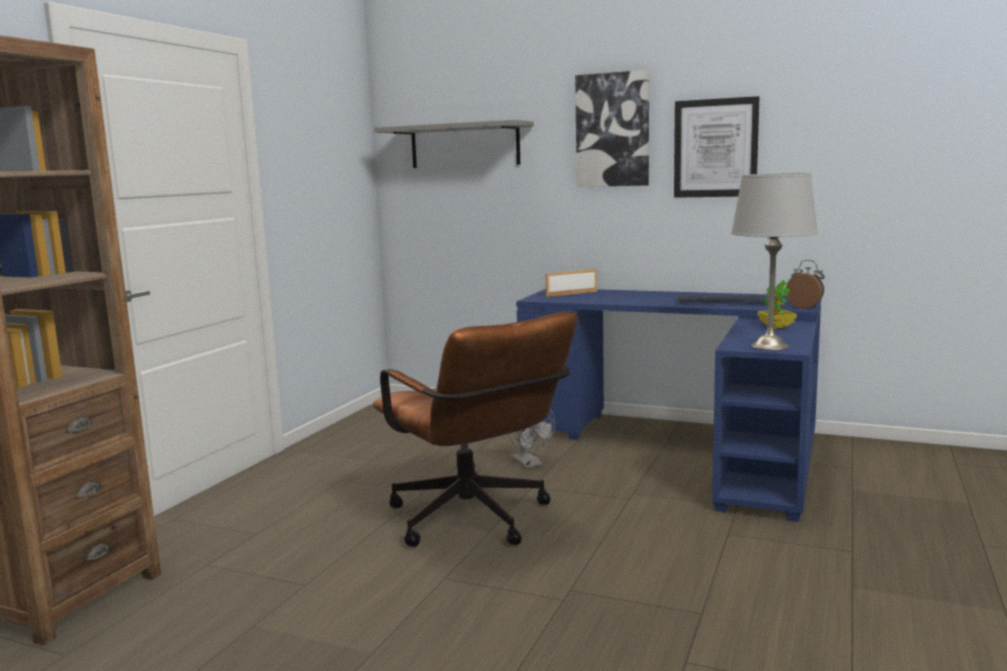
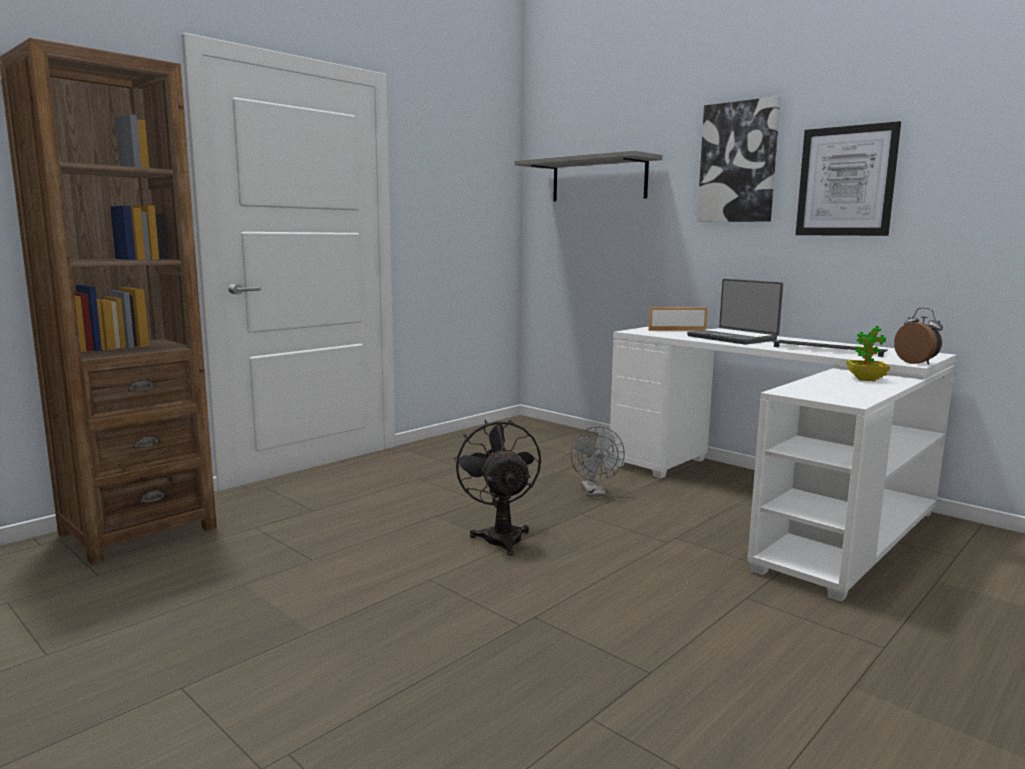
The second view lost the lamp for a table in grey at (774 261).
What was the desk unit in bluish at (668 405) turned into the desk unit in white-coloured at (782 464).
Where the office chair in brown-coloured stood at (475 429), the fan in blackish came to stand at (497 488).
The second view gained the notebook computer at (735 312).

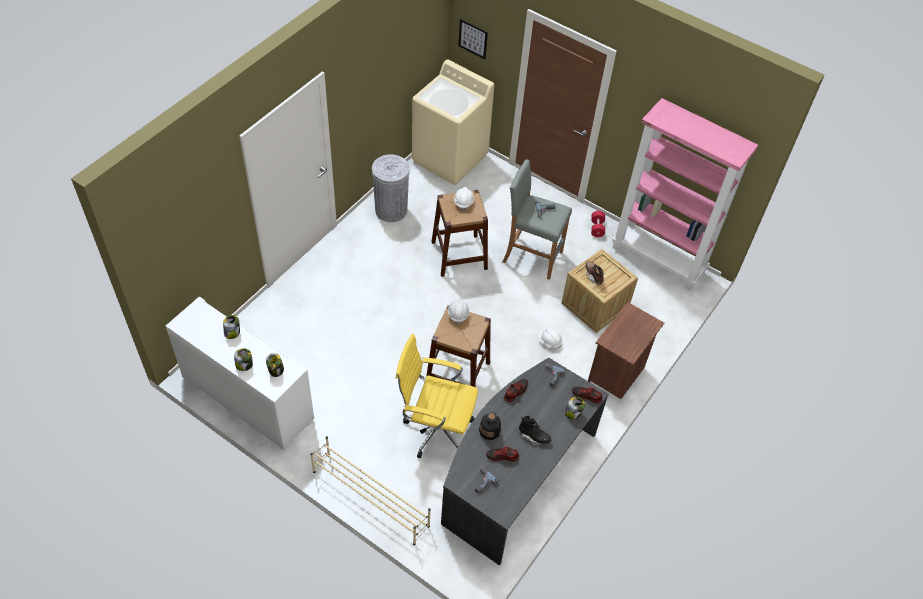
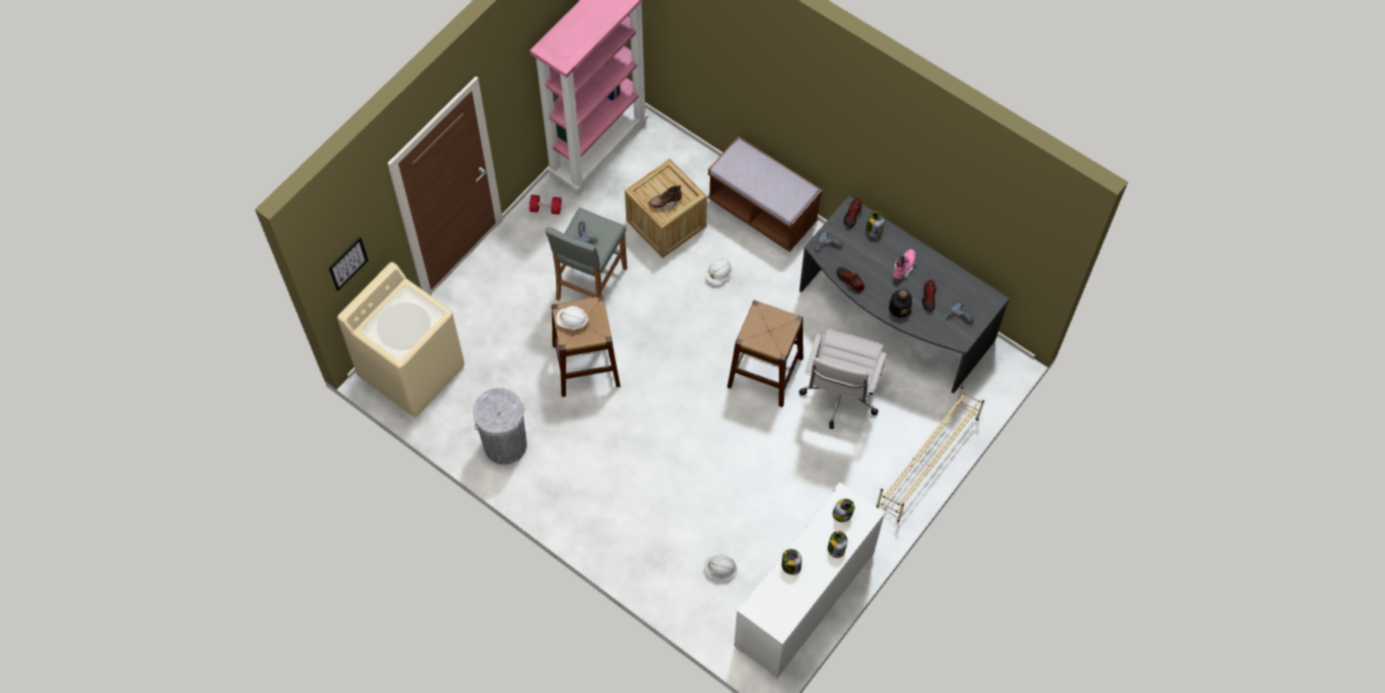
The work helmet in white-coloured ended up elsewhere, having gone from (458 311) to (720 567).
Where the night table in brown-coloured stood at (626 350), the bench in brown-coloured came to stand at (765 194).
What was the office chair in yellowish at (436 396) turned into the office chair in white-coloured at (843 379).
What was the high-top boot in blackish at (535 430) turned into the high-top boot in pink-coloured at (904 264).

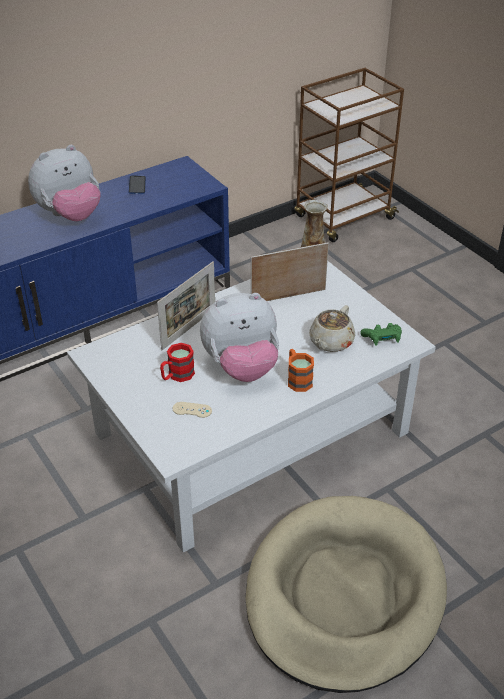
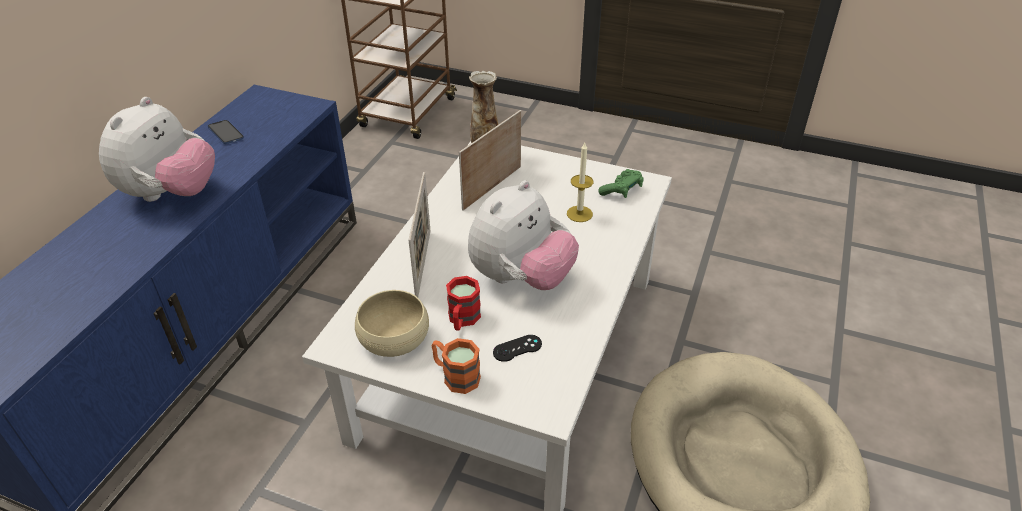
Where the teapot in beige stood at (332 328), the wax candle came to stand at (580 182).
The tea mug in orange ended up elsewhere, having gone from (301 370) to (456 366).
What was the joypad in beige at (192 410) turned into the joypad in blackish at (517 348).
The second view gained the deep dish in beige at (392 323).

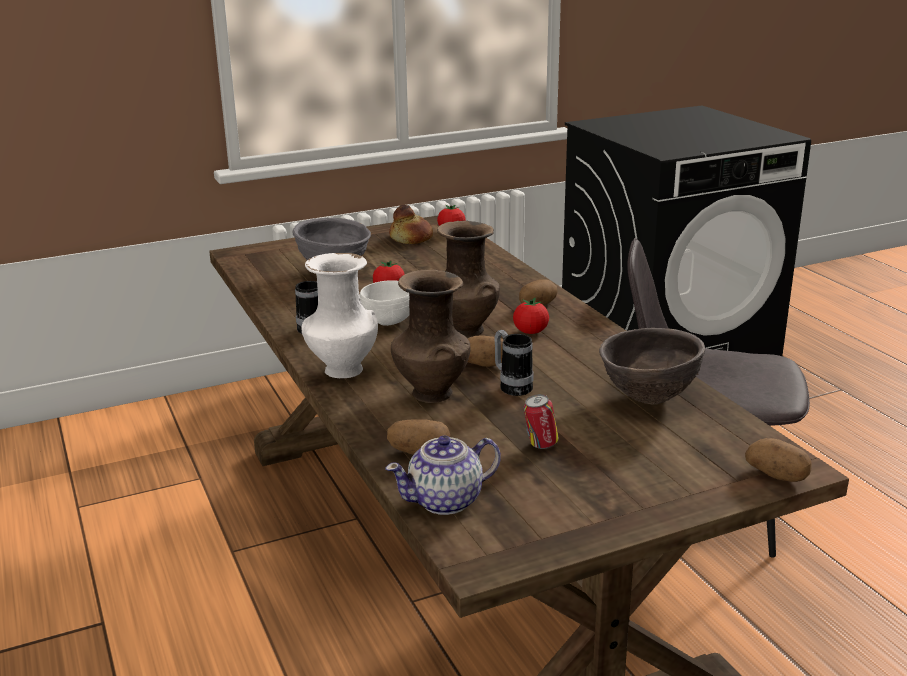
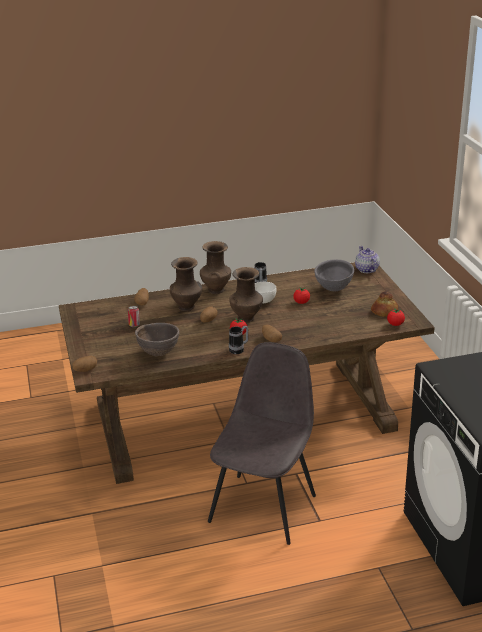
What was the vase in white-coloured at (340 315) turned into the vase in brown-coloured at (215 267).
The tea mug ended up elsewhere, having gone from (514 363) to (238 340).
The teapot ended up elsewhere, having gone from (443 475) to (367 259).

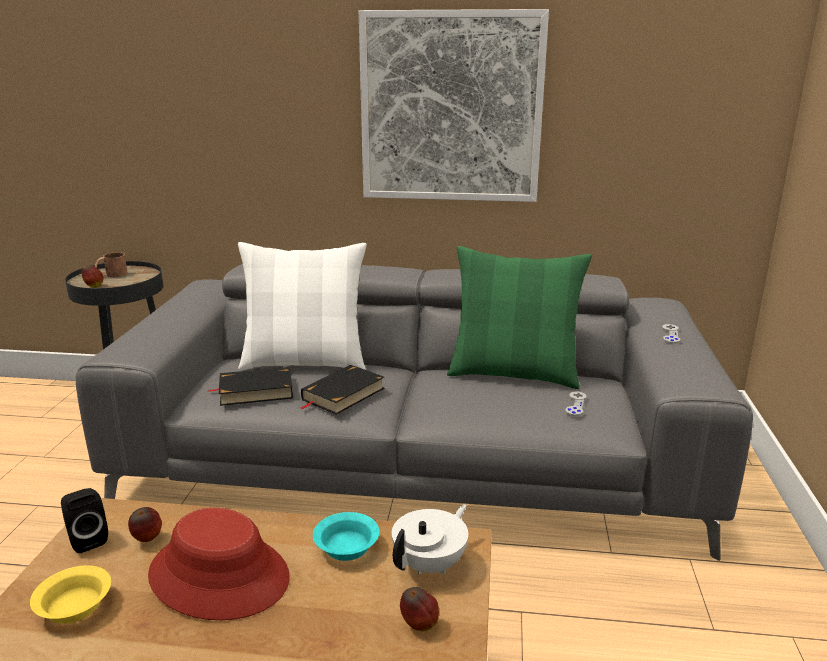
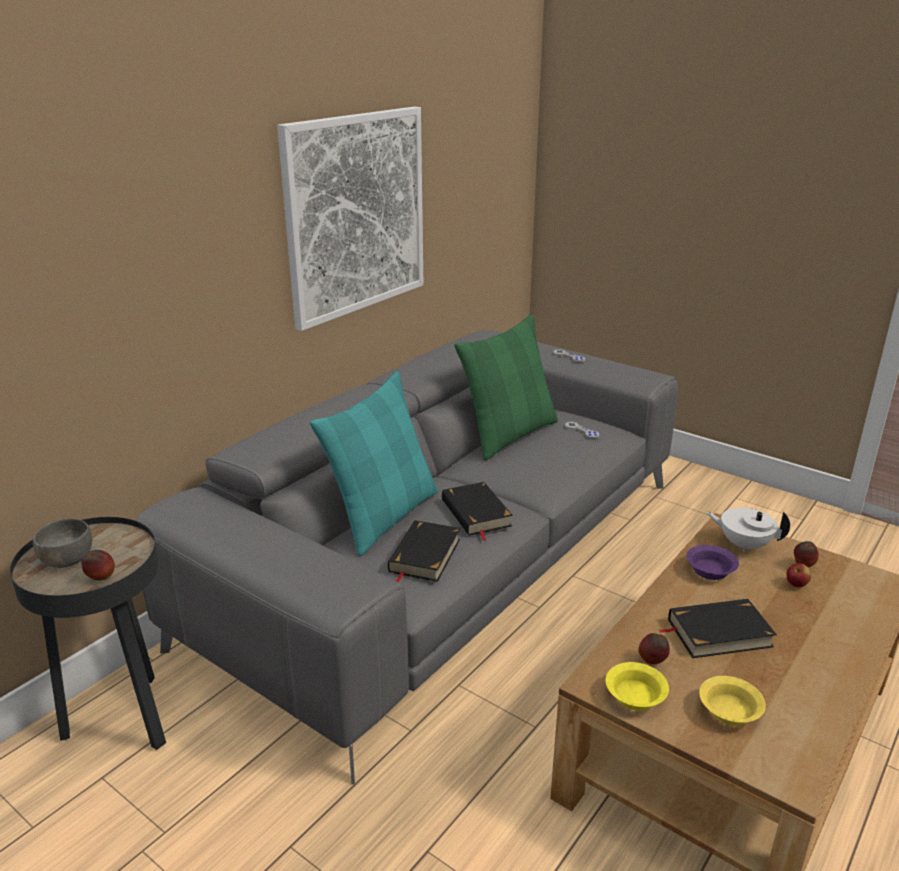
What was the throw pillow in white-coloured at (302 306) turned into the throw pillow in turquoise-coloured at (374 463).
Where the tea mug in brown-coloured stood at (111 264), the deep dish in grey came to stand at (63 543).
Where the speaker in blackish stood at (84 520), the deep dish in yellowish came to stand at (637 686).
The teapot in white-coloured at (430 539) ended up facing another way, 45 degrees counterclockwise from before.
Where the wearable hat in red-coloured stood at (219 564), the volume in blackish came to stand at (718 628).
What was the deep dish in turquoise-coloured at (346 536) turned into the deep dish in purplish at (712 562).
The second view gained the apple fruit at (798 575).

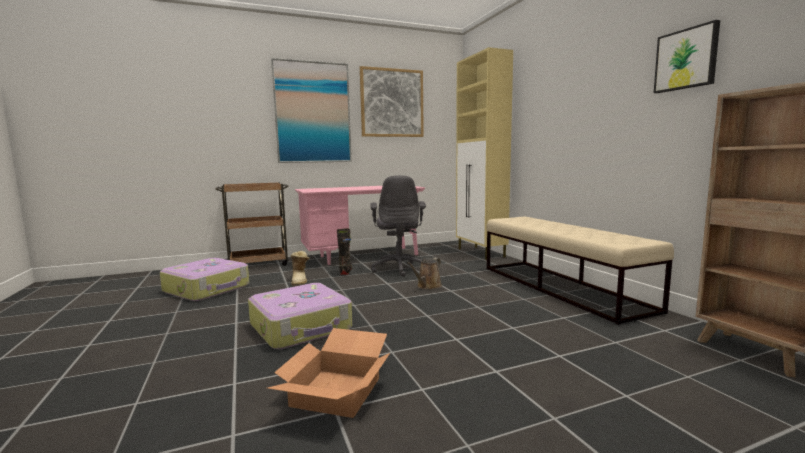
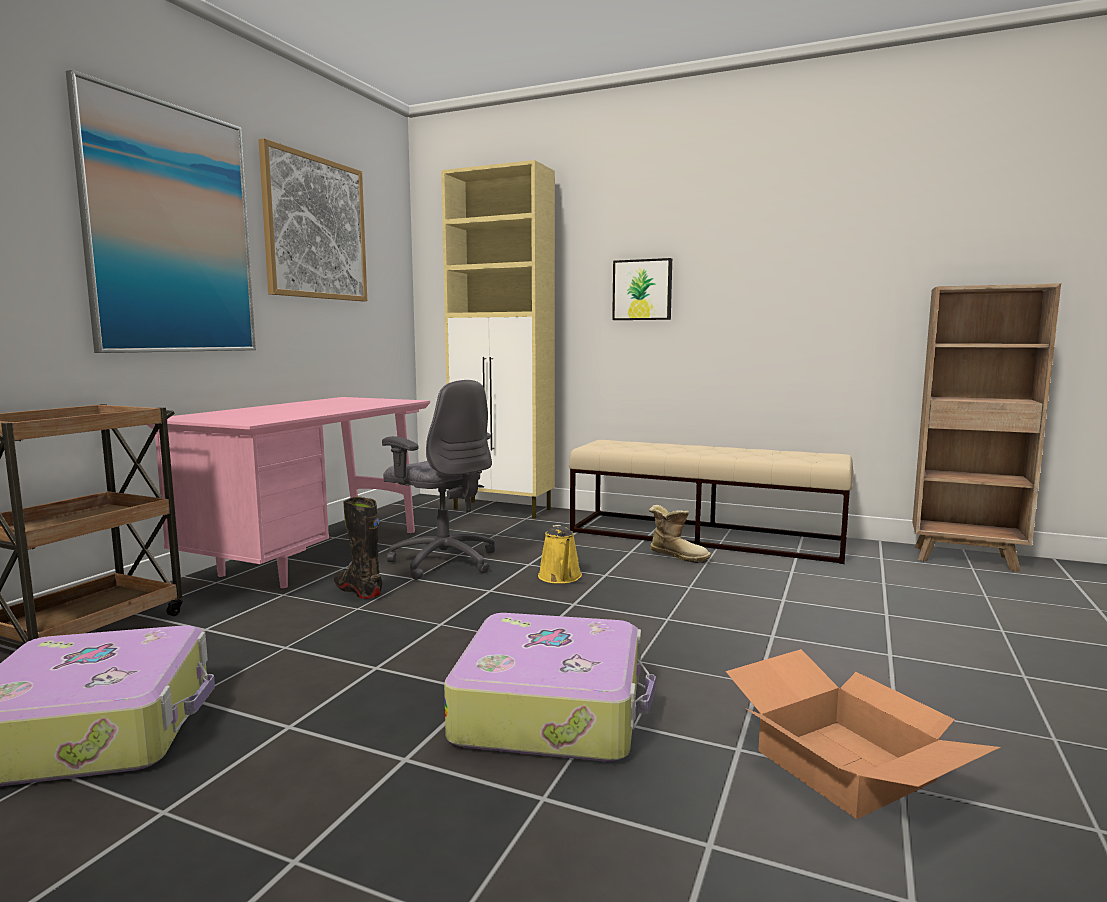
The picture ended up elsewhere, having gone from (687 56) to (642 289).
The high-top boot ended up elsewhere, having gone from (300 269) to (680 534).
What was the sprinkling can in brown-coloured at (424 273) turned into the sprinkling can in yellowish at (560 554).

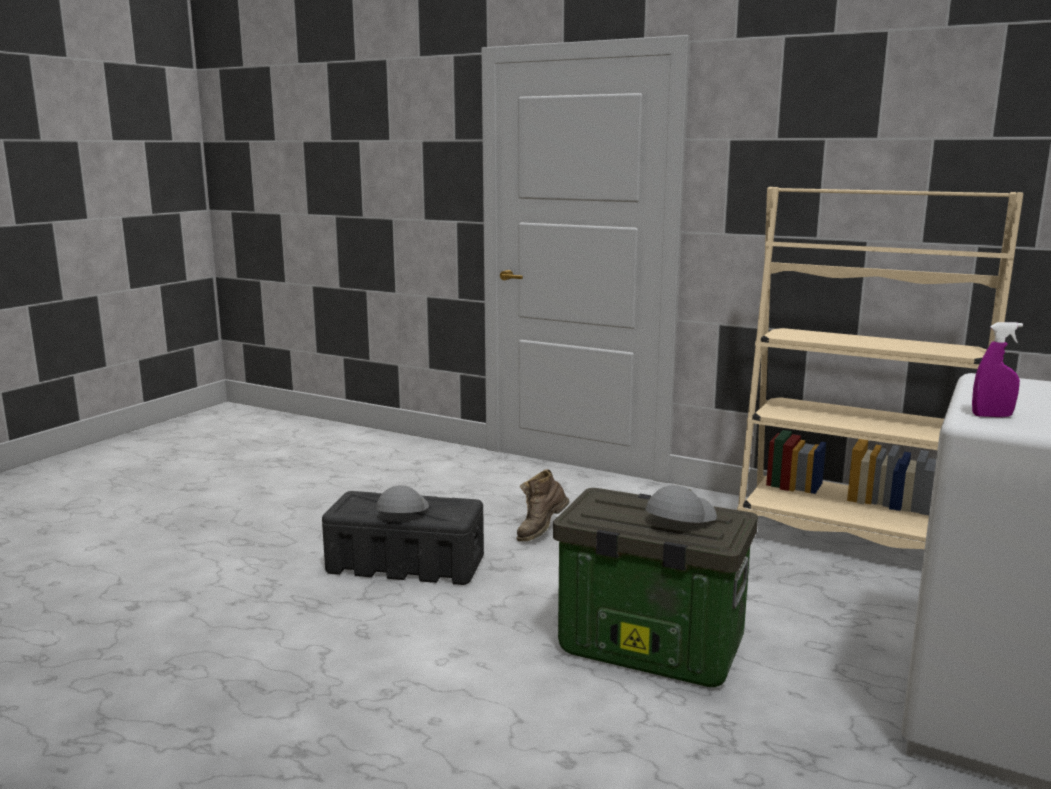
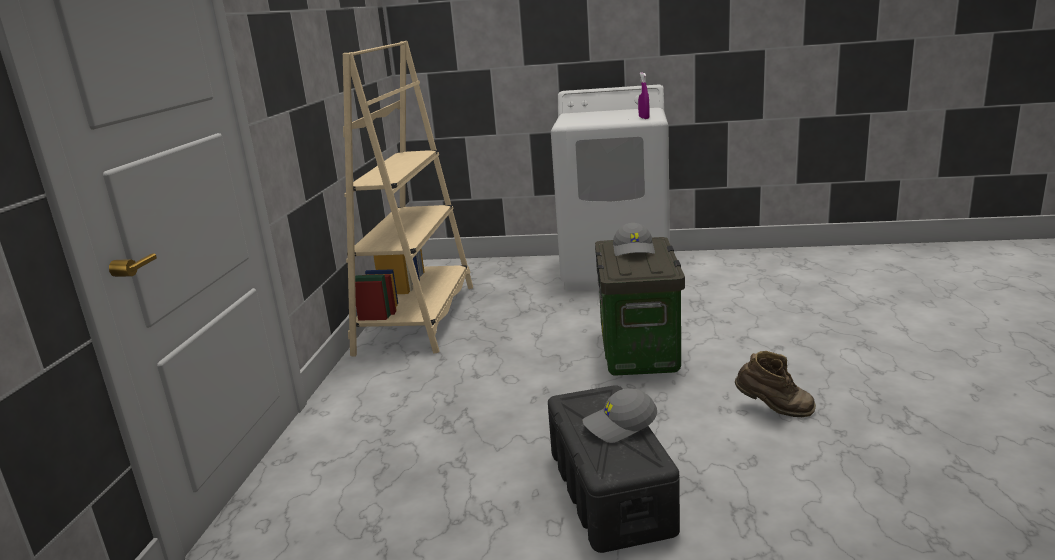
The high-top boot in brown-coloured ended up elsewhere, having gone from (543 505) to (775 384).
The peaked cap in grey at (681 504) ended up facing another way, 105 degrees counterclockwise from before.

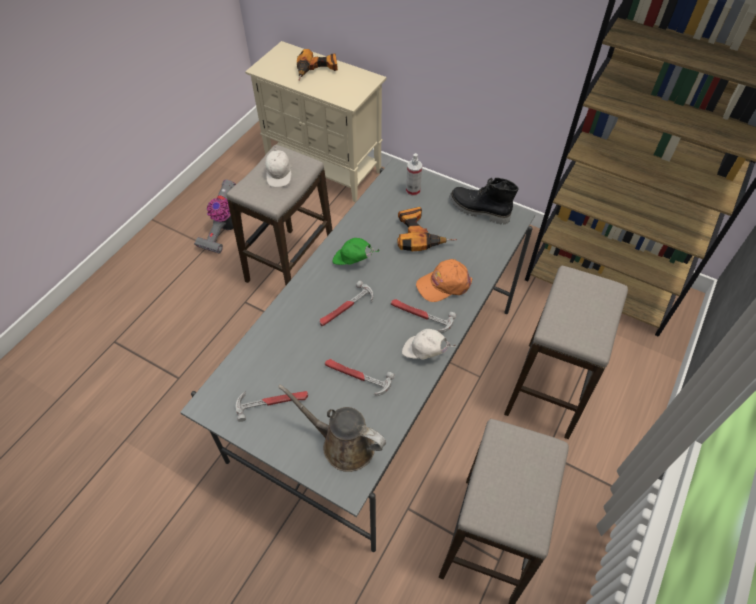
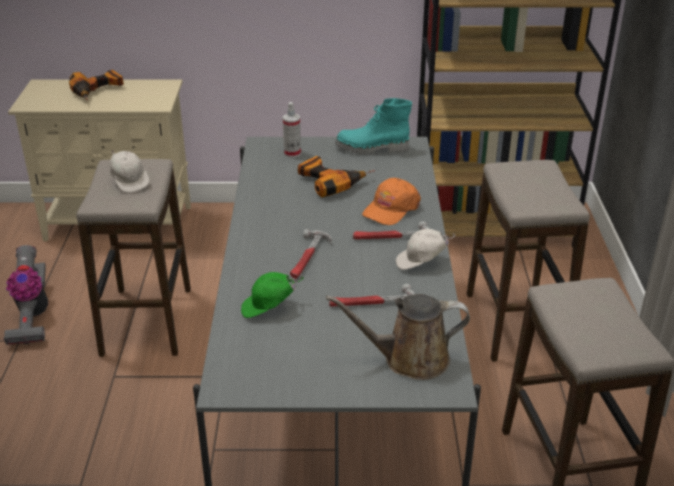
What was the high-top boot in blackish at (484 201) turned into the high-top boot in turquoise-coloured at (373 126).
The peaked cap in green ended up elsewhere, having gone from (356 251) to (272 295).
The second view lost the hammer at (272 406).

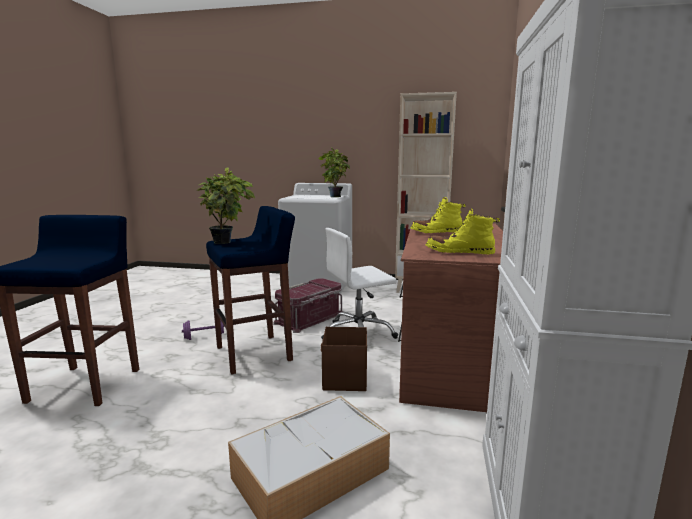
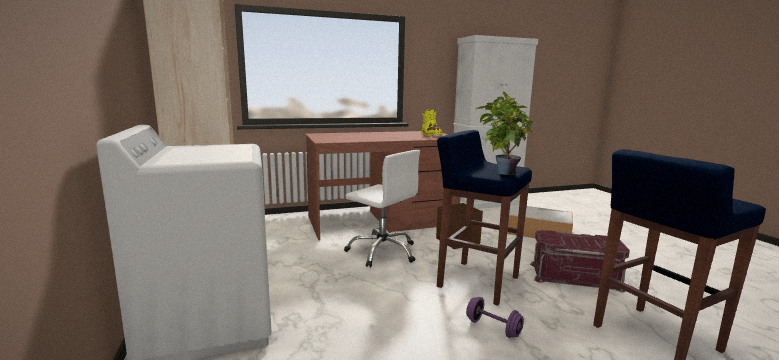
The second view lost the plant in a pot at (334 172).
The second view lost the high-top boot in yellowish at (438 215).
The storage container in red-coloured ended up elsewhere, having gone from (308 305) to (580 261).

